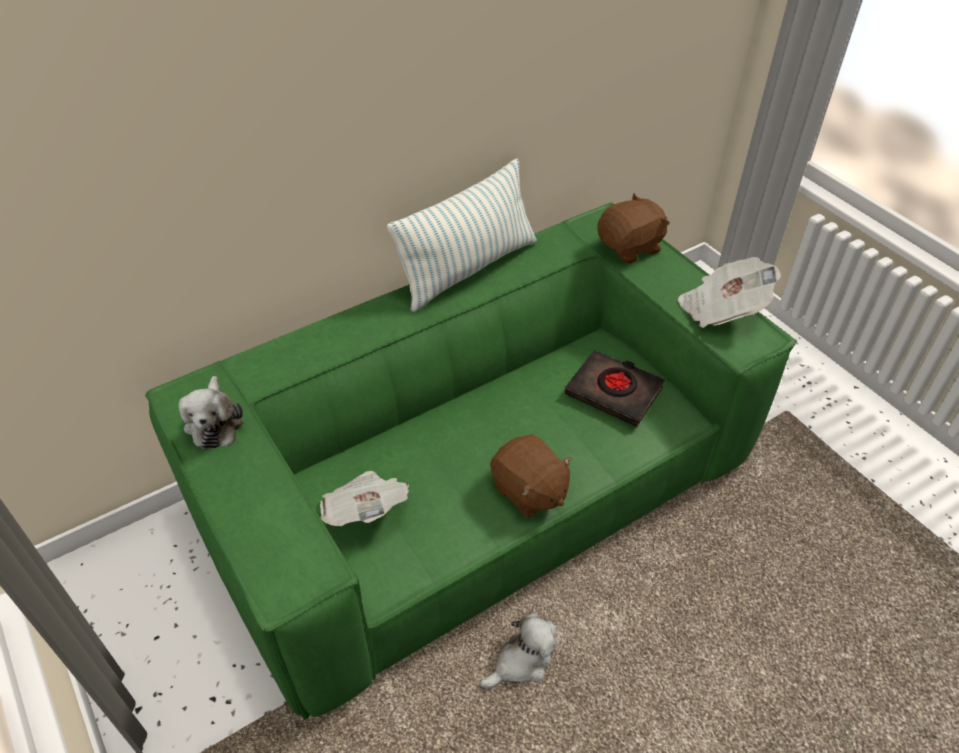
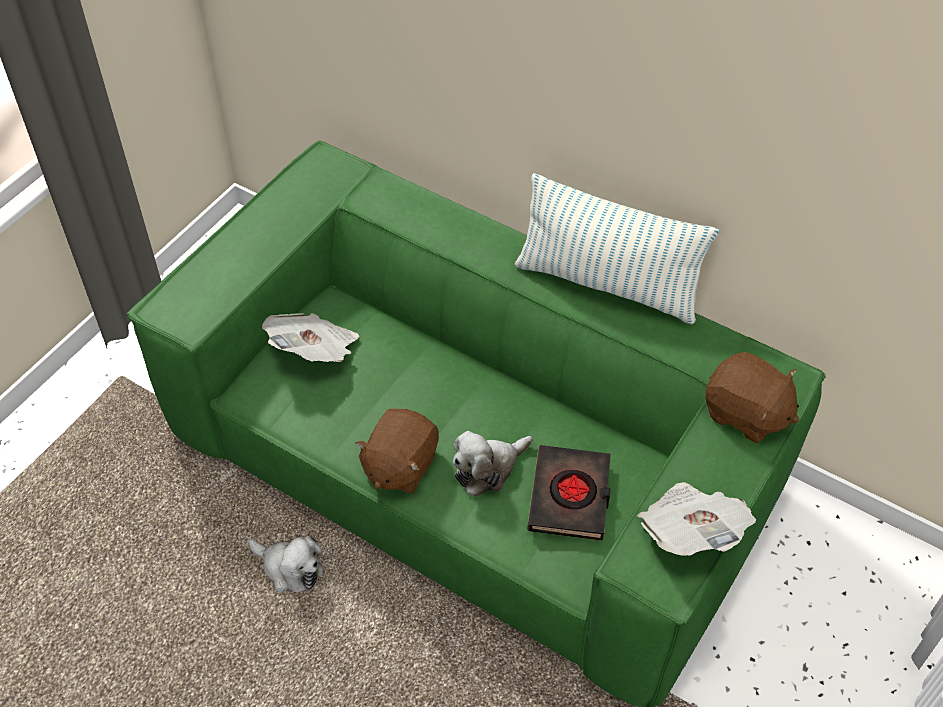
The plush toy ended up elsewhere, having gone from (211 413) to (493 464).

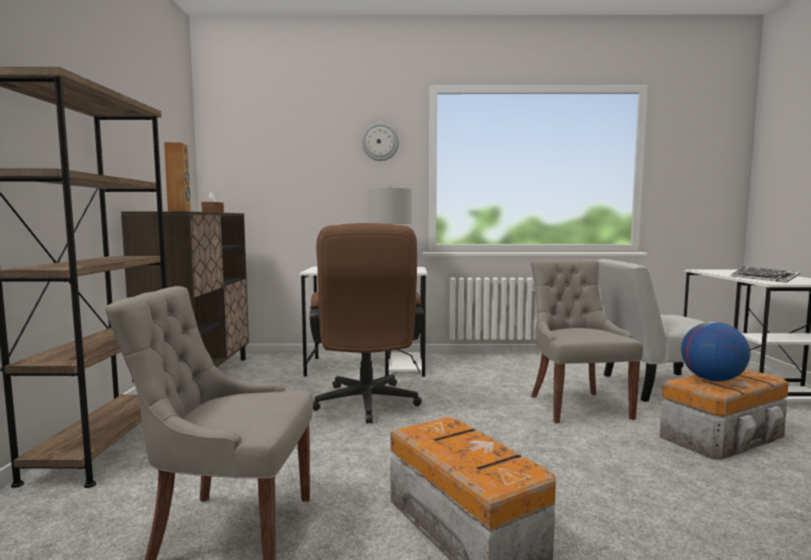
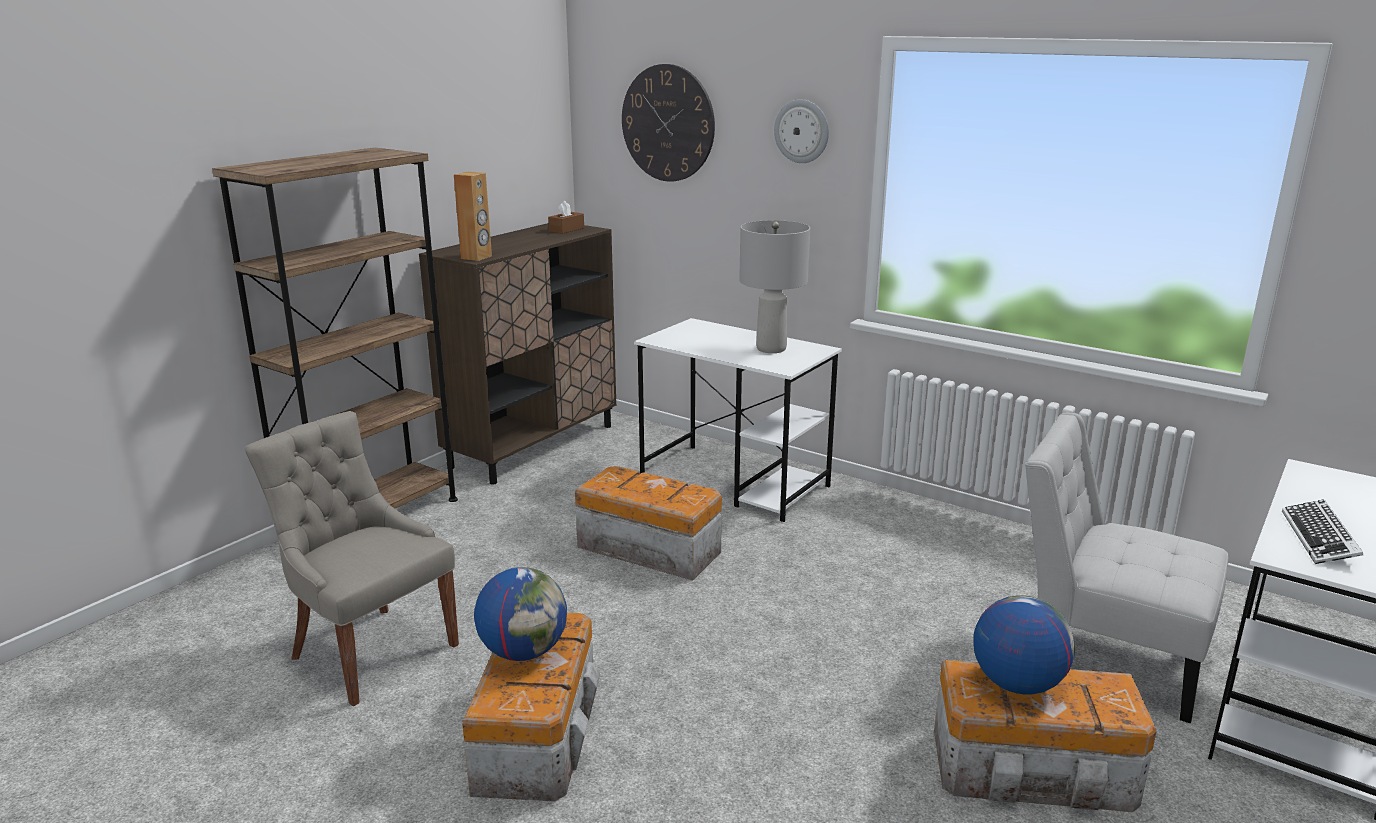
Where the office chair in brown-coloured stood at (367 323), the storage container came to stand at (648 523).
The second view lost the upright chair in grey at (587 341).
The second view gained the hanging clock at (668 123).
The second view gained the desk globe at (520 614).

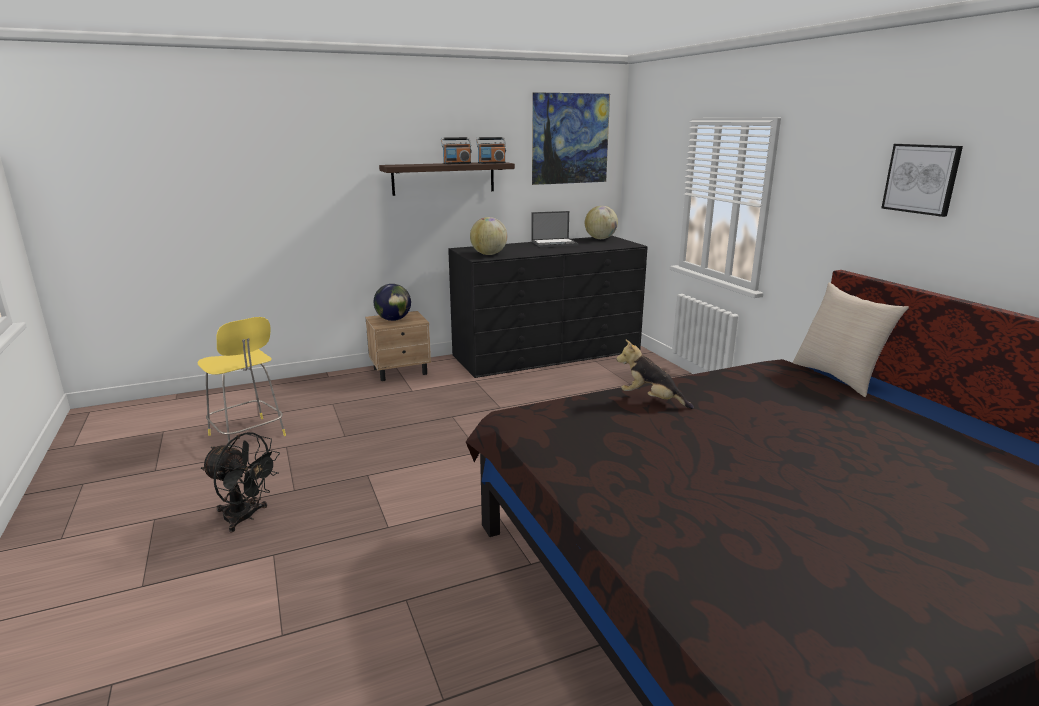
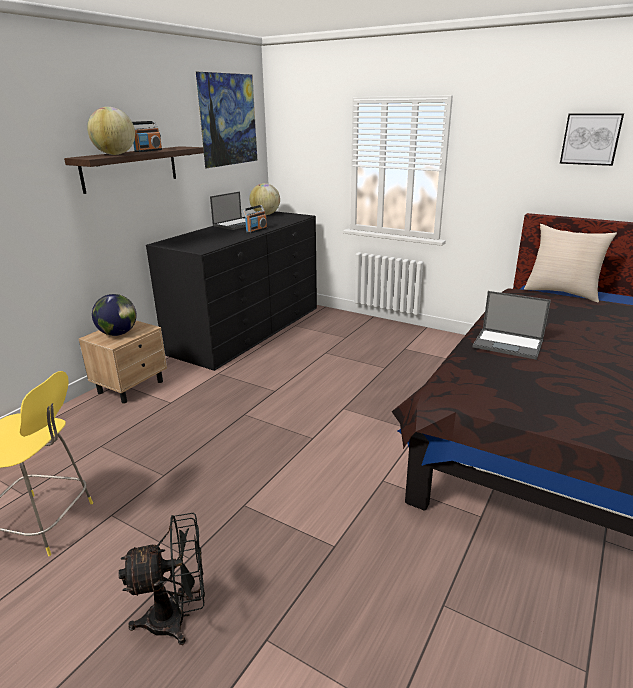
The radio ended up elsewhere, having gone from (491 150) to (254 219).
The desk globe ended up elsewhere, having gone from (488 236) to (111 131).
Where the plush toy stood at (655 374), the notebook computer came to stand at (512 325).

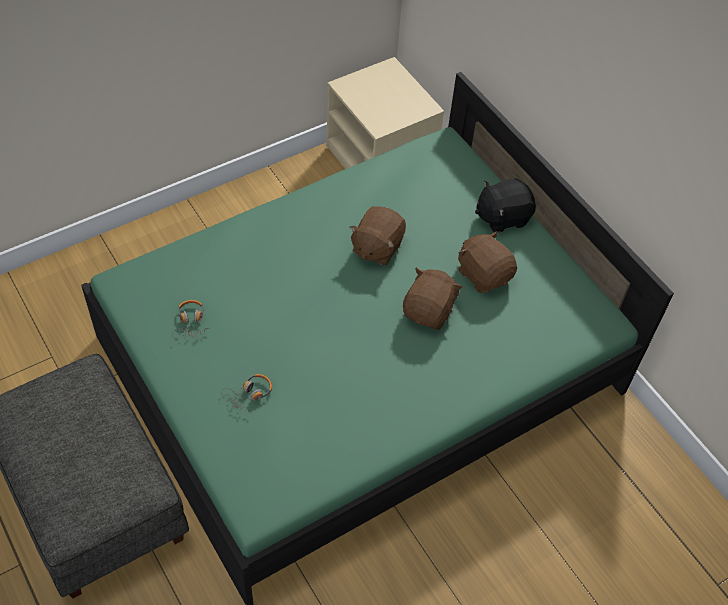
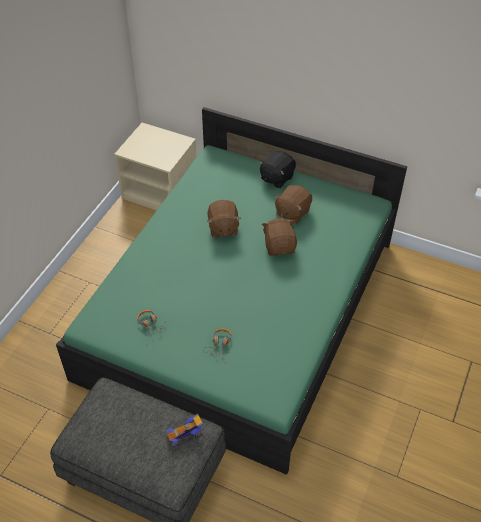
The plush toy in brown-coloured at (487 262) ended up facing another way, 75 degrees counterclockwise from before.
The second view gained the toy car at (184 431).

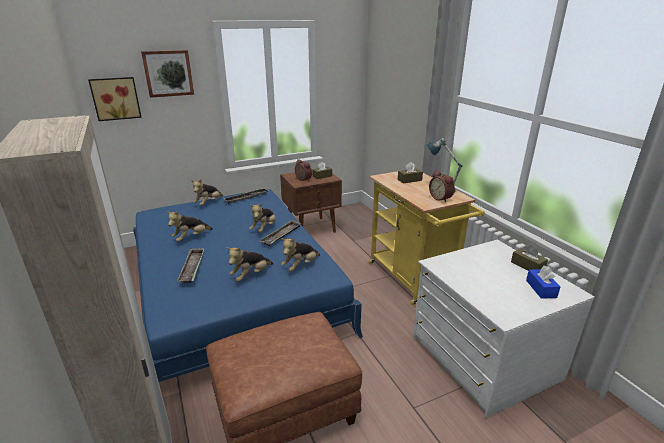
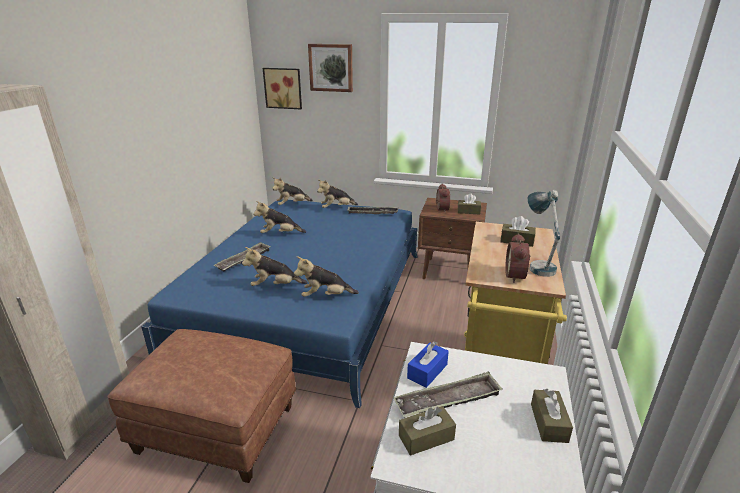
The plush toy ended up elsewhere, having gone from (262 218) to (292 191).
The serving tray ended up elsewhere, having gone from (280 233) to (448 394).
The box of tissues in bluish ended up elsewhere, having gone from (543 282) to (428 364).
The second view gained the box of tissues in brown-coloured at (427 431).

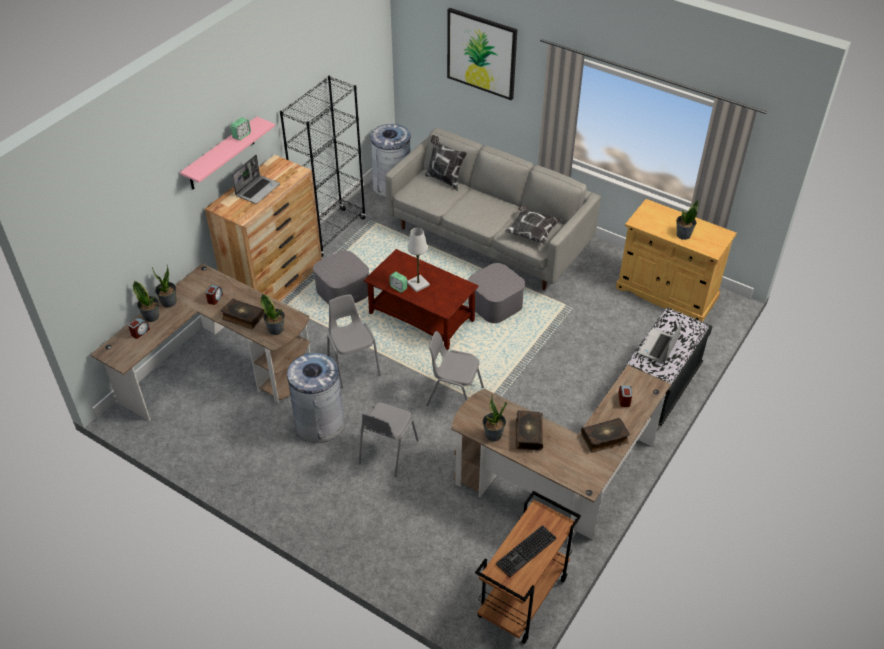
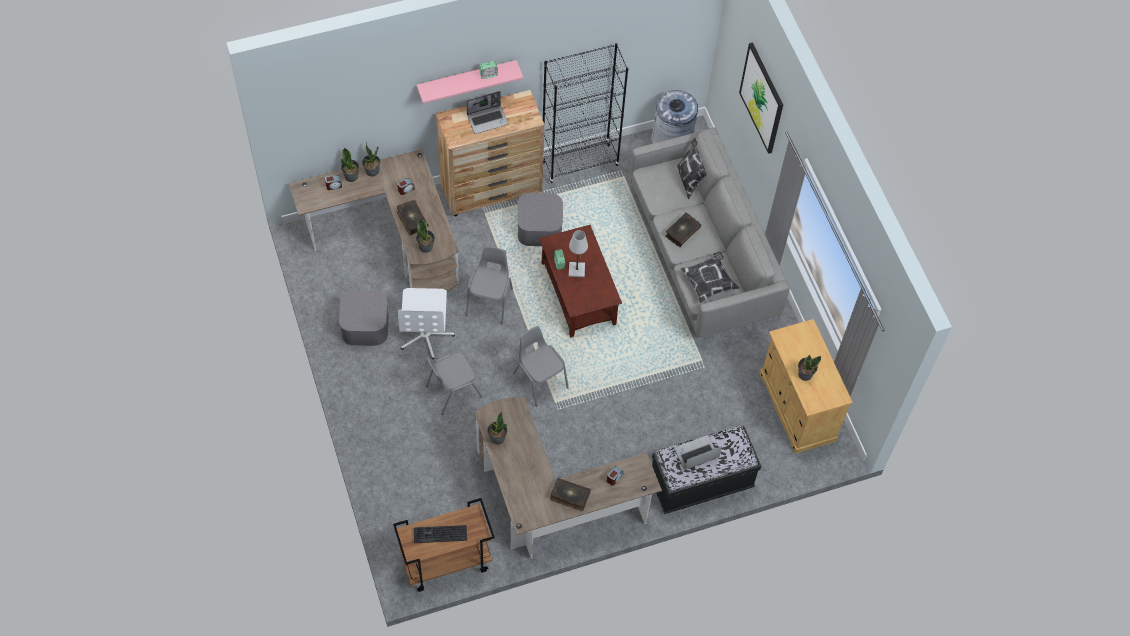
The storage container in grey ended up elsewhere, having gone from (496 293) to (364 318).
Where the waste bin in grey stood at (315 398), the office chair in white-coloured came to stand at (426 323).
The volume ended up elsewhere, having gone from (529 430) to (683 229).

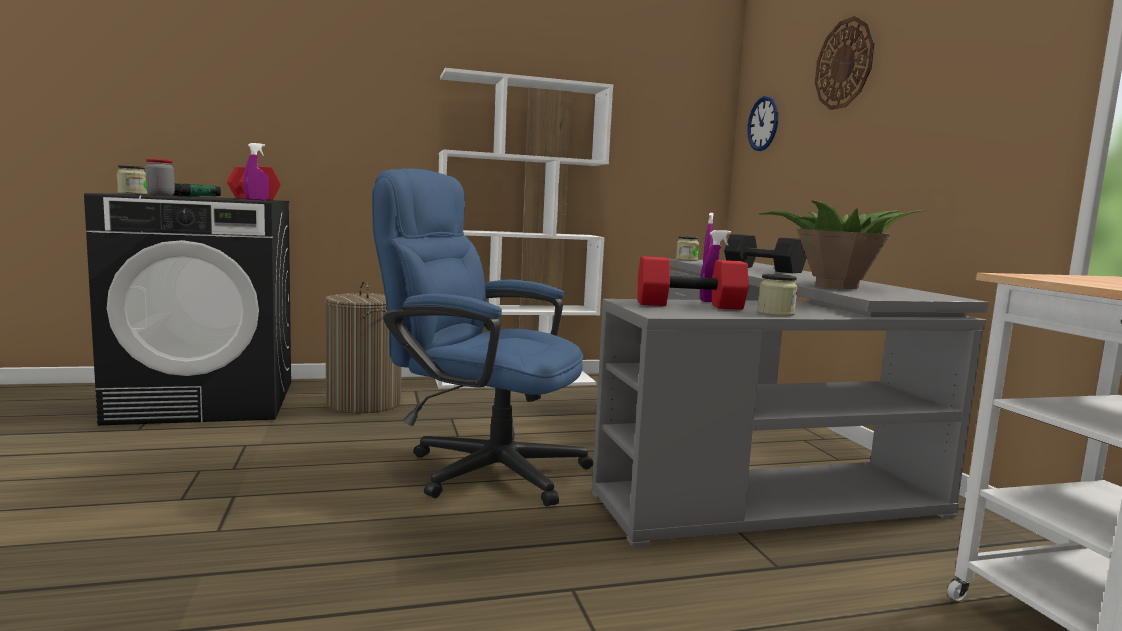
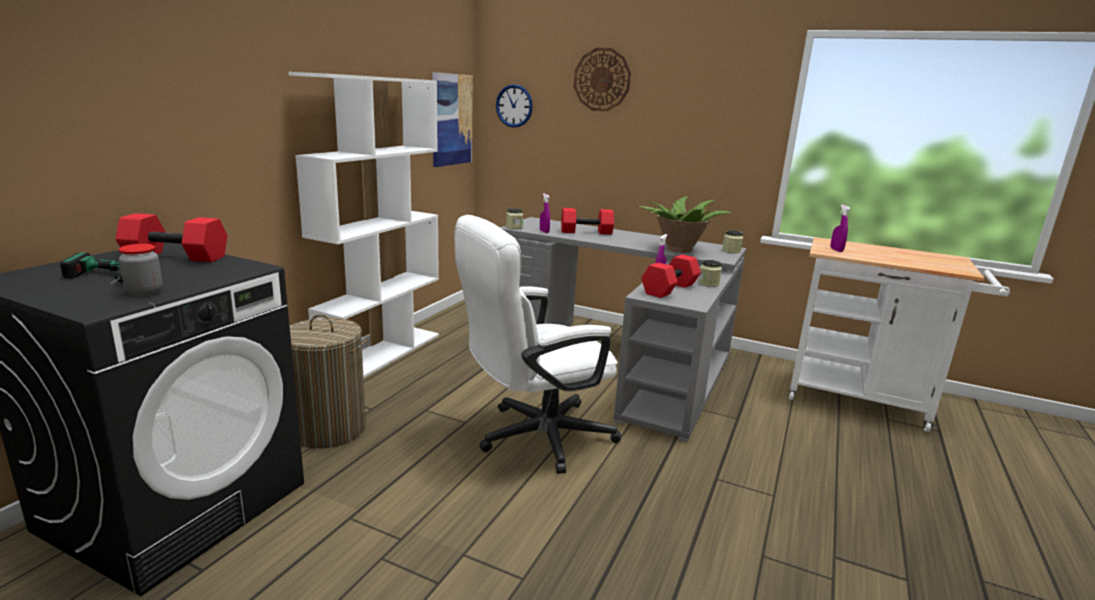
The sprayer in purplish ended up elsewhere, having gone from (256 171) to (840 228).
The preserve jar ended up elsewhere, having gone from (131 180) to (732 241).
What was the office chair in bluish at (482 338) turned into the office chair in white-coloured at (537 344).
What was the hand weight in blackish at (765 253) turned into the hand weight in red-coloured at (587 221).
The second view gained the picture at (452 119).

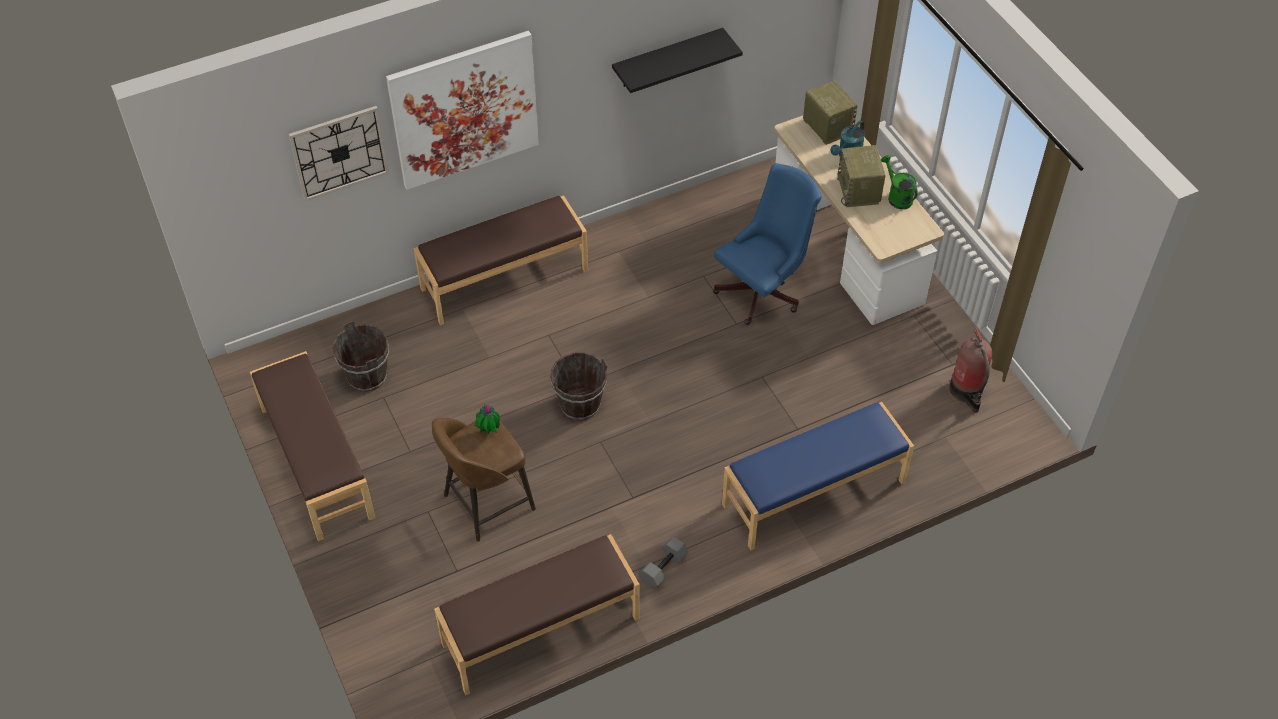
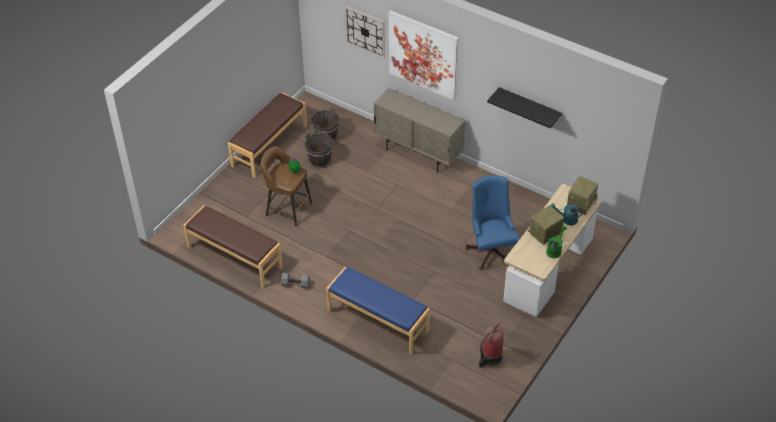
The office chair in bluish at (767 244) ended up facing another way, 120 degrees counterclockwise from before.
Where the bench in brown-coloured stood at (501 260), the storage cabinet in beige came to stand at (419 130).
The bucket in brown-coloured ended up elsewhere, having gone from (578 386) to (318 151).

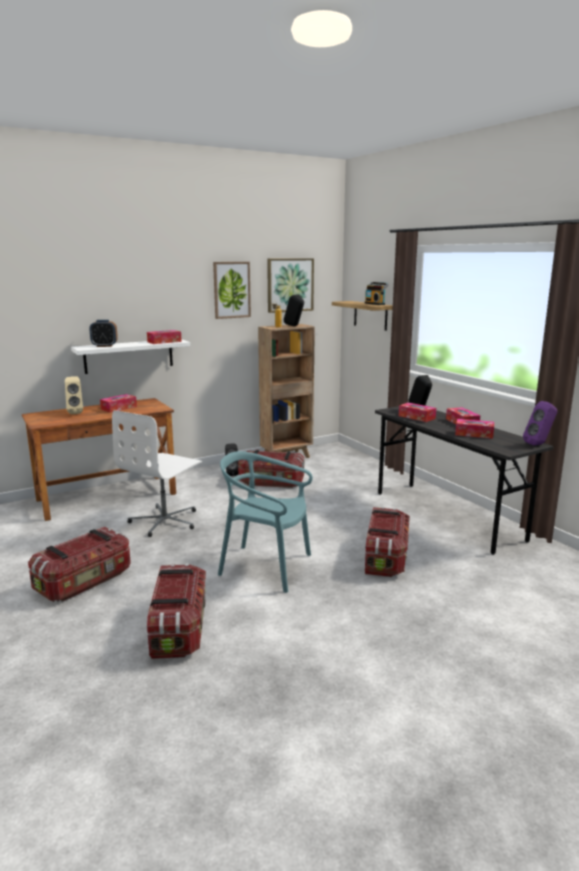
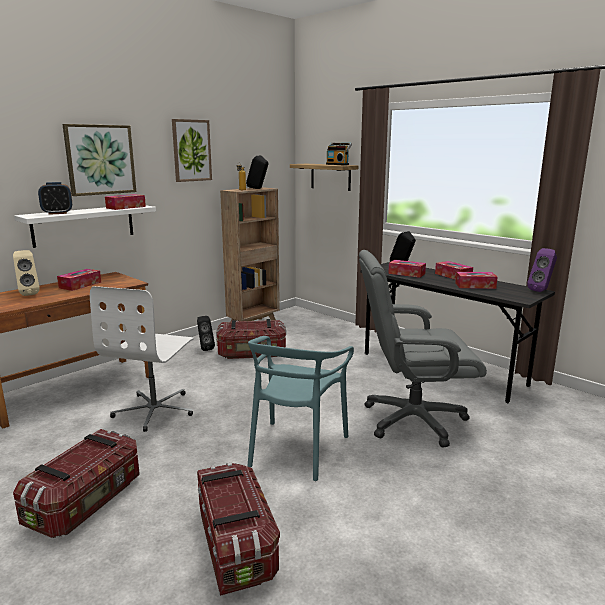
The picture ended up elsewhere, having gone from (290 285) to (99 160).
The upright chair in turquoise-coloured at (265 522) ended up facing another way, 75 degrees counterclockwise from before.
Where the storage container stood at (387 542), the office chair in grey came to stand at (423 349).

